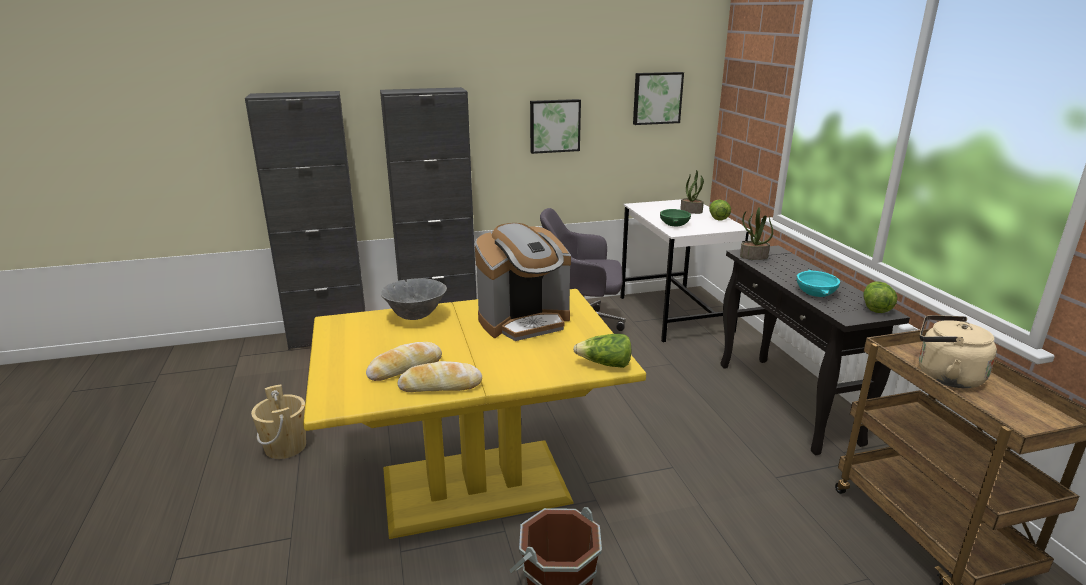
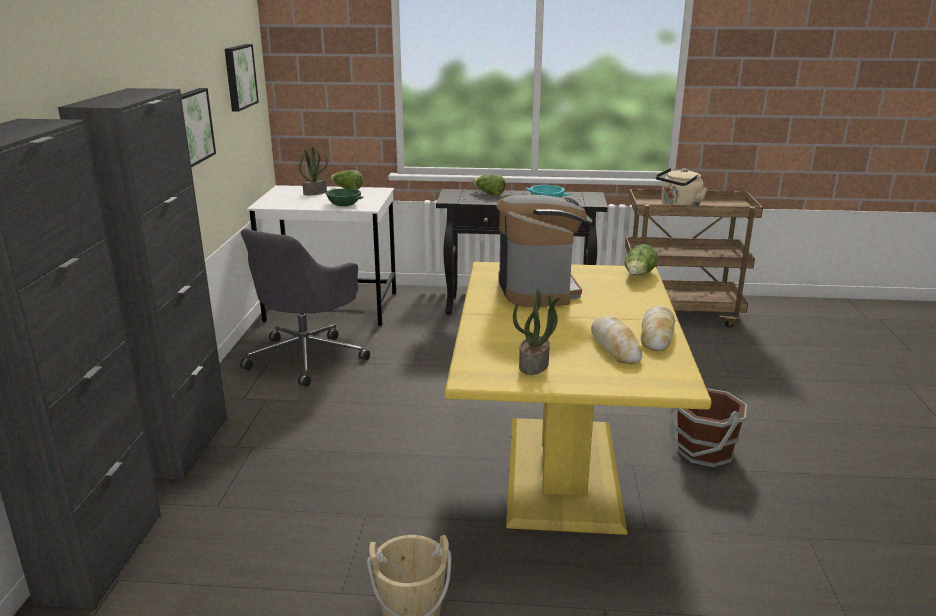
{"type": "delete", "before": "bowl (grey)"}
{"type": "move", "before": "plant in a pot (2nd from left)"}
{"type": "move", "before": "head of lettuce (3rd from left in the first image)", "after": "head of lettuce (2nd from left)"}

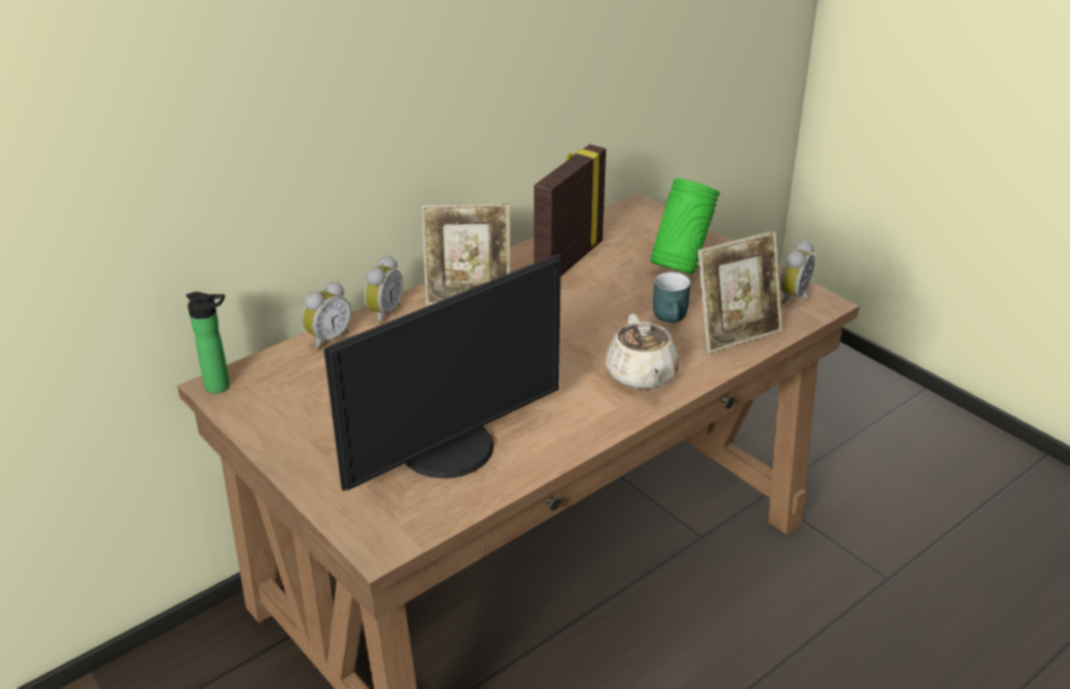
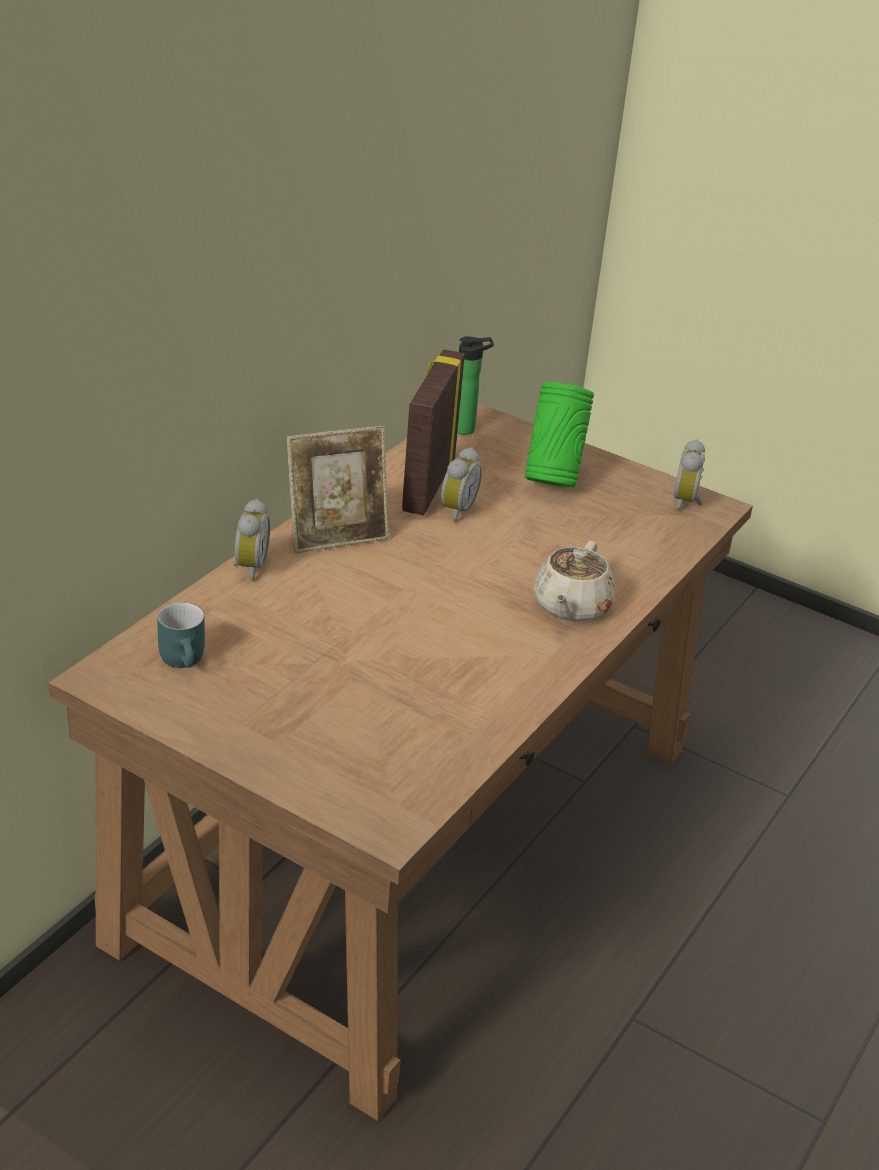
{"type": "move", "before": "bottle"}
{"type": "move", "before": "table clock (1st from left in the first image)", "after": "table clock (2nd from left)"}
{"type": "delete", "before": "computer display"}
{"type": "rotate", "before": "tea pot (beige)", "turn": 45}
{"type": "move", "before": "mug (blue-green)"}
{"type": "delete", "before": "photo frame (3rd from left)"}

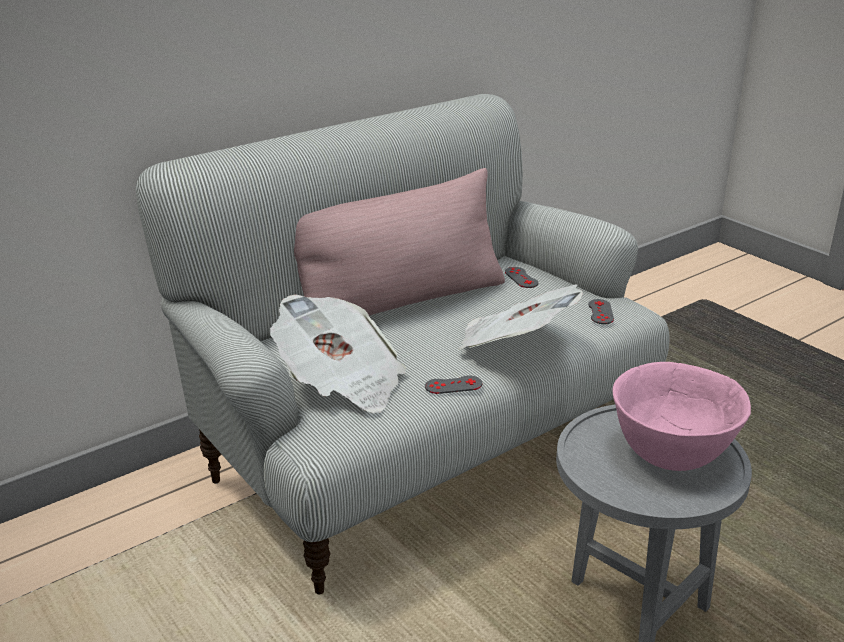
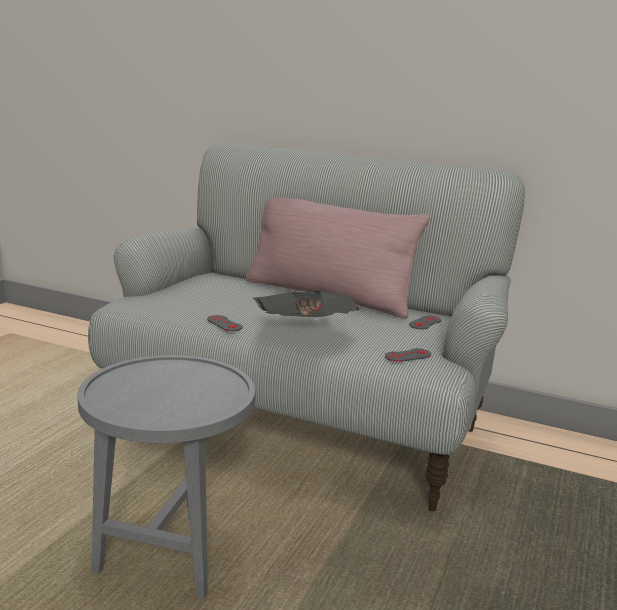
{"type": "delete", "before": "newspaper (1st from left)"}
{"type": "delete", "before": "bowl (pink)"}

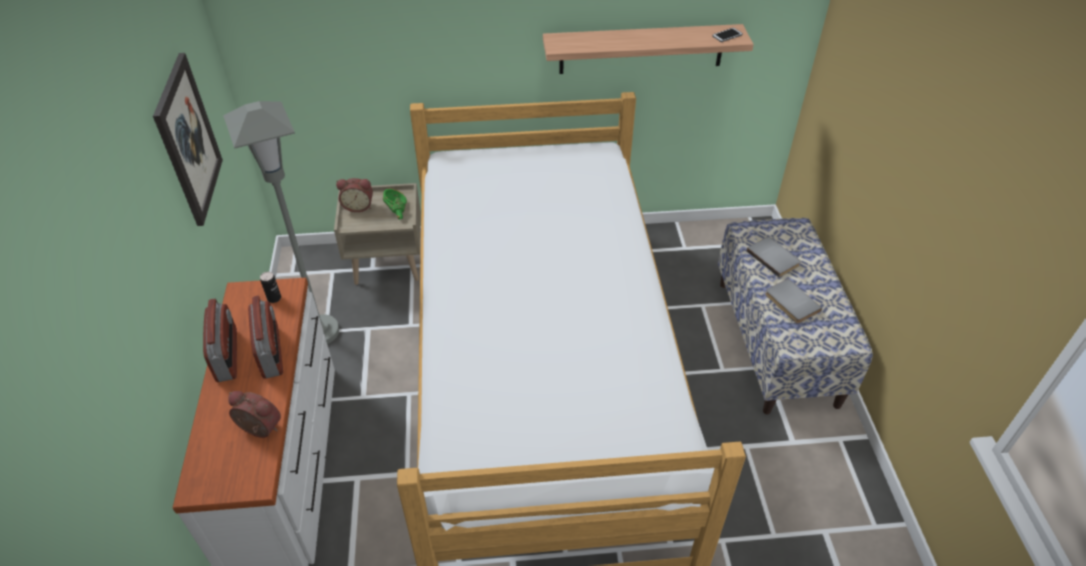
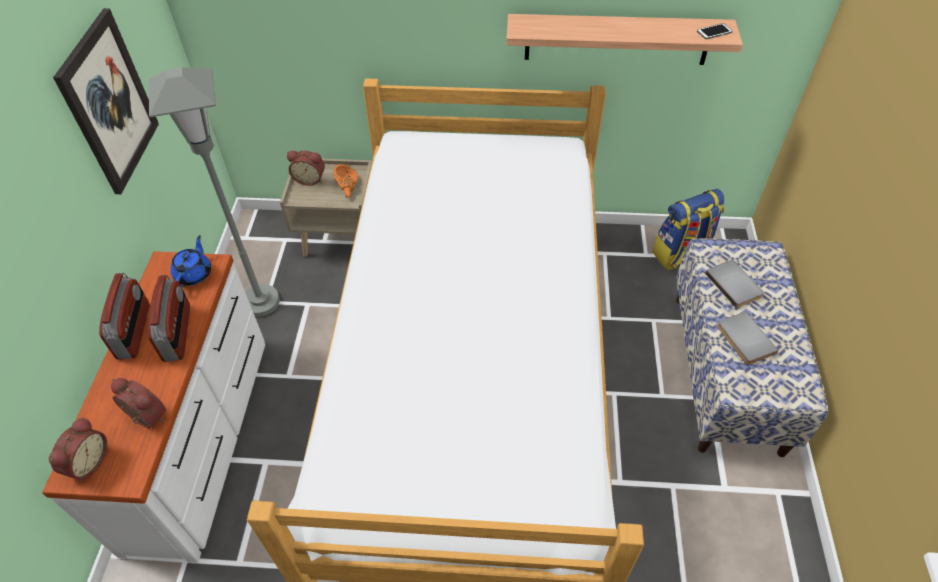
{"type": "replace", "before": "can", "after": "tea pot (bluish)"}
{"type": "recolor", "before": "bowl (greenish)", "after": "bowl (orangey)"}
{"type": "insert", "after": "table clock (1st from left)"}
{"type": "insert", "after": "rucksack"}

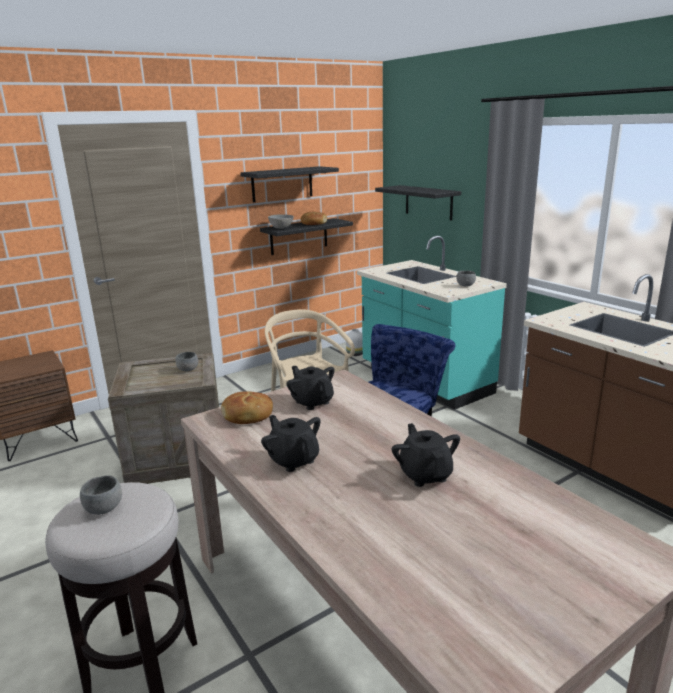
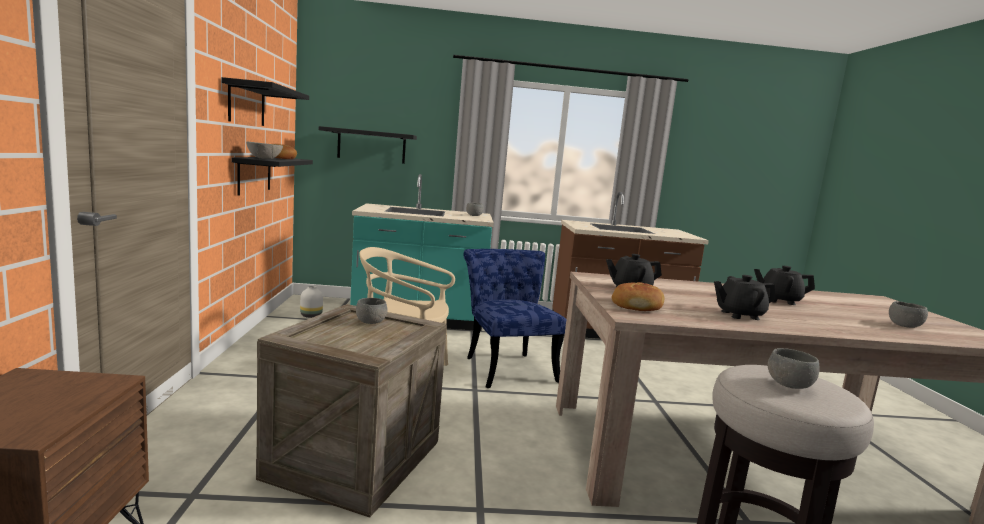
{"type": "insert", "after": "bowl (grey) (5th from left)"}

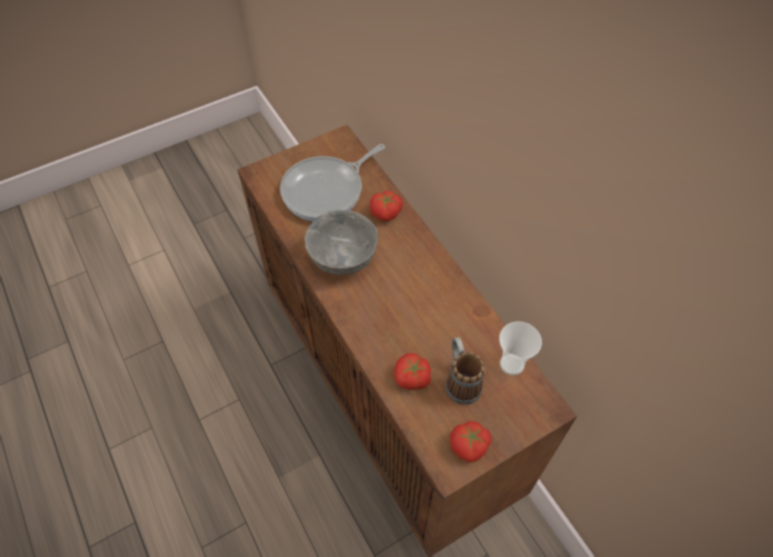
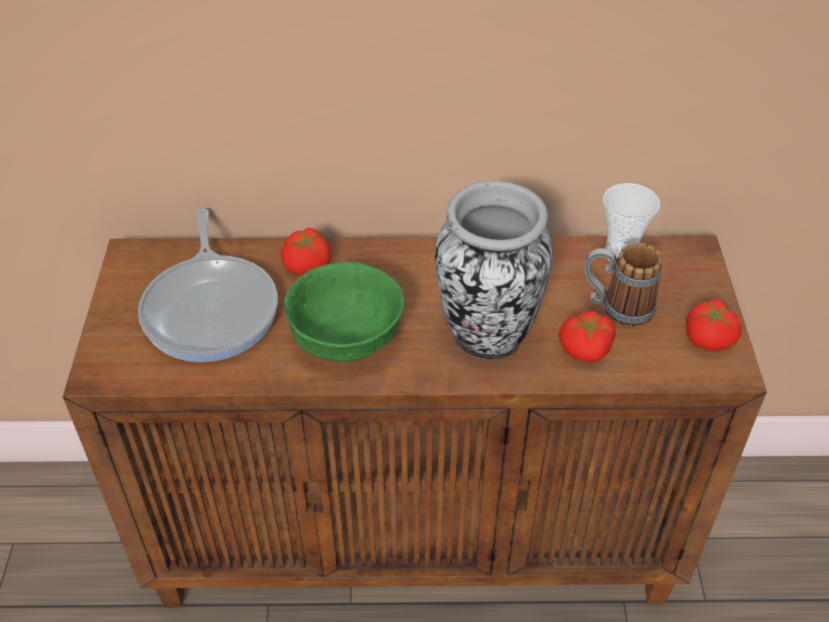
{"type": "recolor", "before": "bowl (grey)", "after": "bowl (greenish)"}
{"type": "insert", "after": "flower vase"}

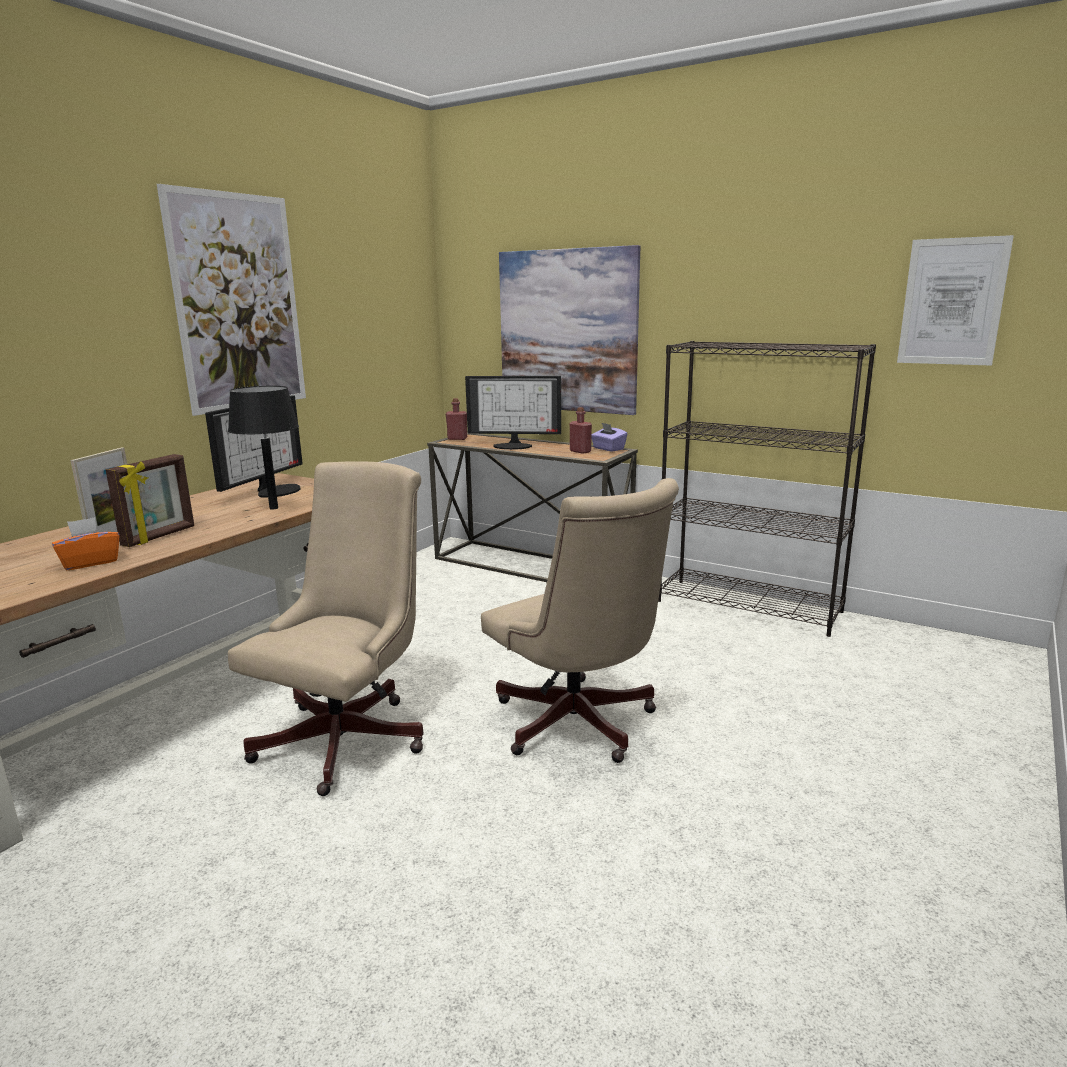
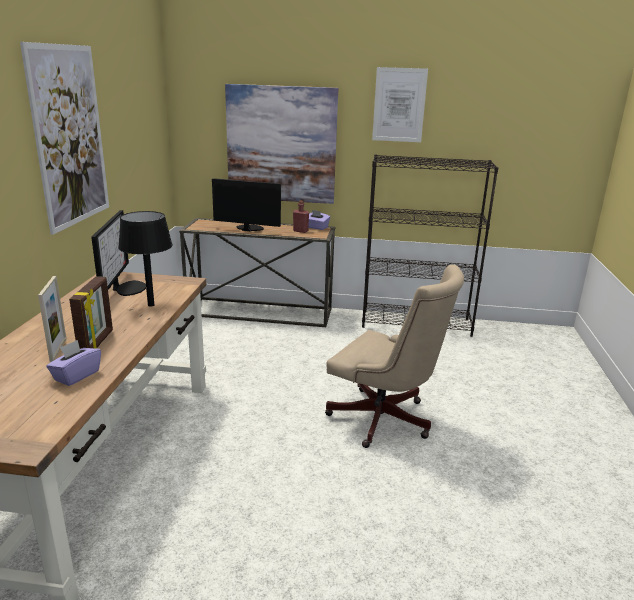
{"type": "recolor", "before": "tissue box (orangey)", "after": "tissue box (purplish) (1st from left)"}
{"type": "delete", "before": "computer chair (beige) (1st from left)"}
{"type": "delete", "before": "bottle (reddish) (1st from left)"}
{"type": "rotate", "before": "computer display (2nd from left)", "turn": -150}
{"type": "move", "before": "wall art (3rd from left)"}

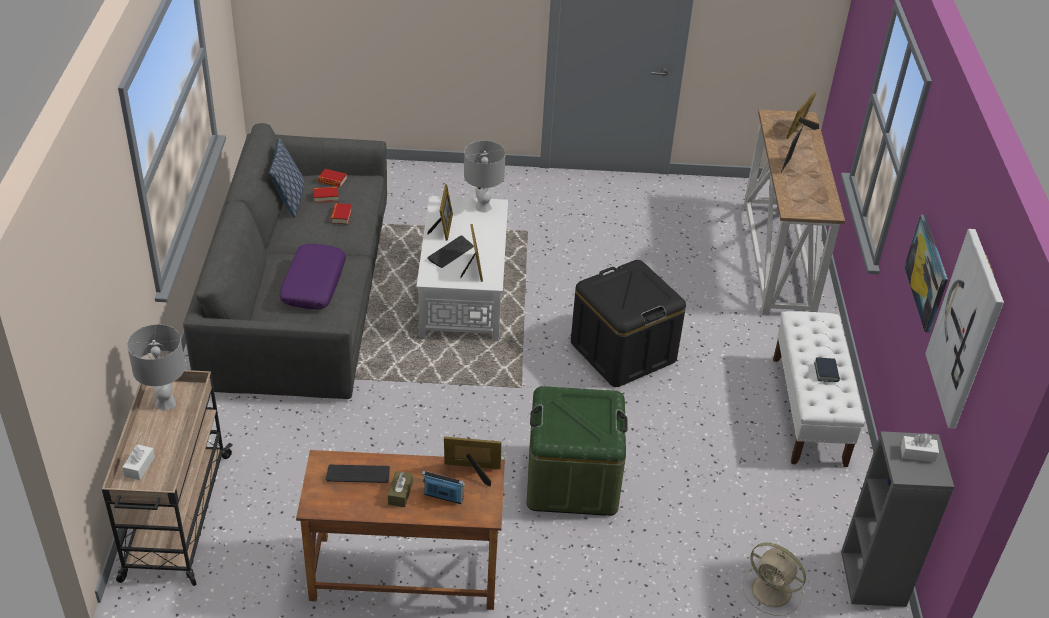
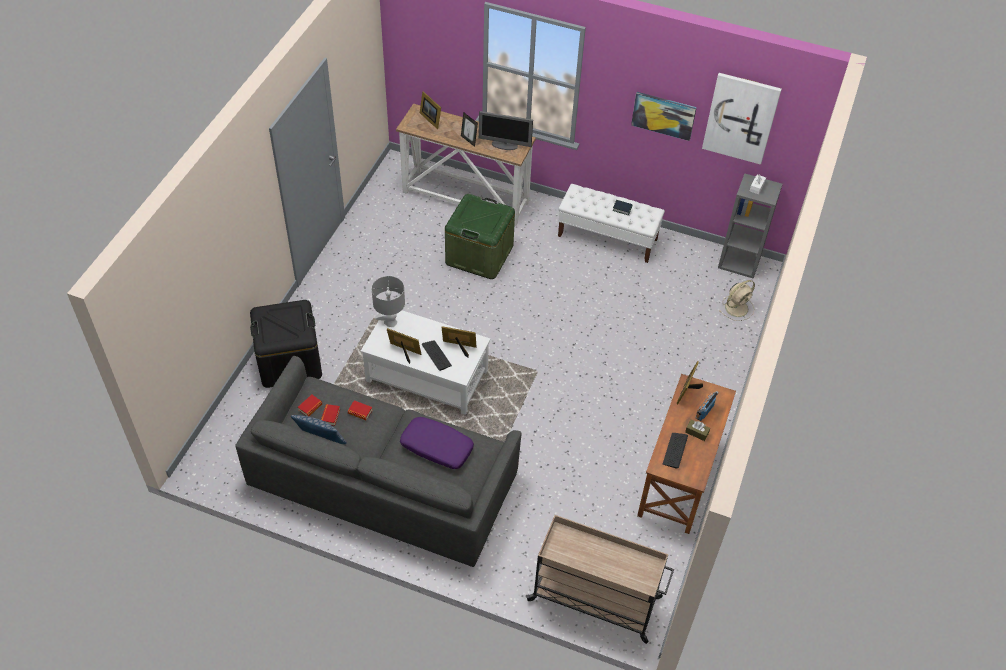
{"type": "delete", "before": "tissue box (whitish) (1st from left)"}
{"type": "delete", "before": "lamp for a table (grey) (1st from left)"}
{"type": "move", "before": "storage box (greenish)"}
{"type": "move", "before": "storage box (black)"}
{"type": "insert", "after": "computer display"}

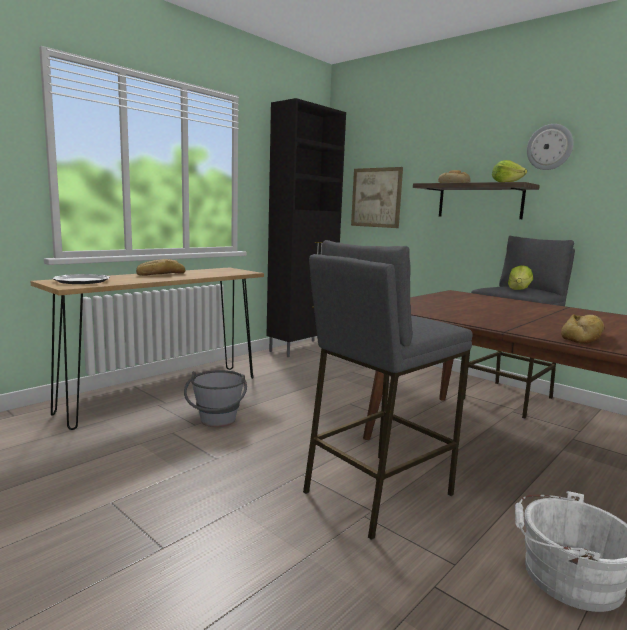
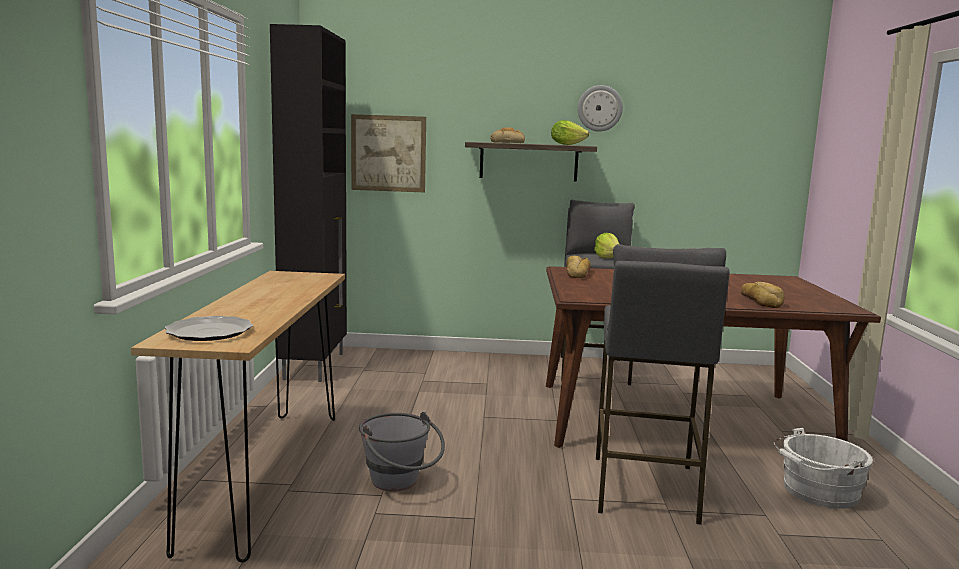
{"type": "move", "before": "baked bread (1st from left in the first image)", "after": "baked bread (2nd from left)"}

